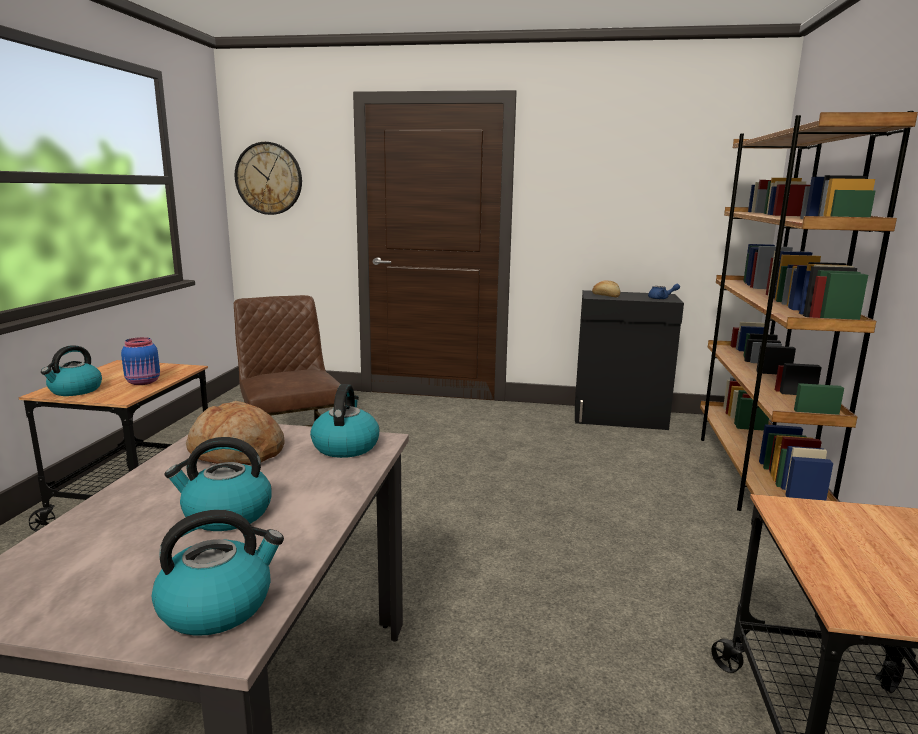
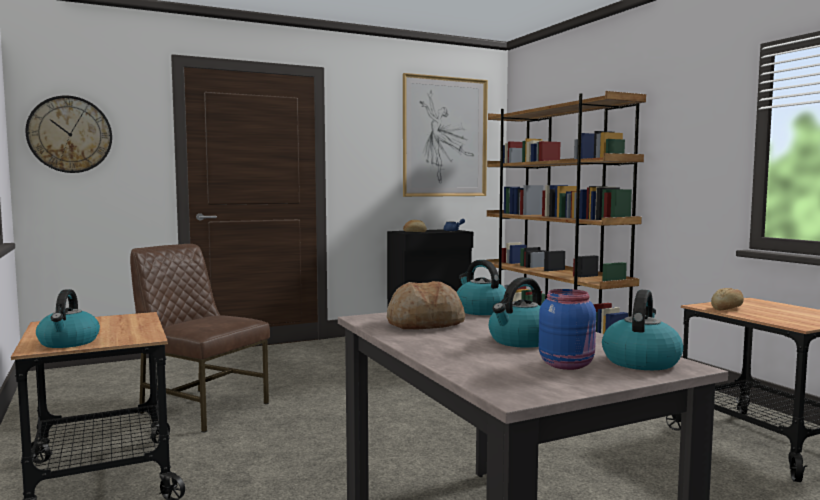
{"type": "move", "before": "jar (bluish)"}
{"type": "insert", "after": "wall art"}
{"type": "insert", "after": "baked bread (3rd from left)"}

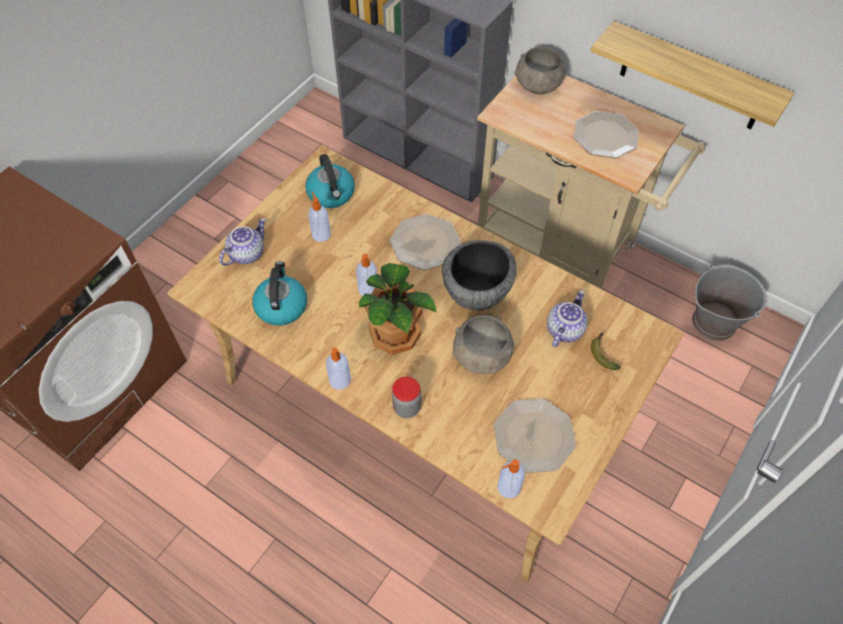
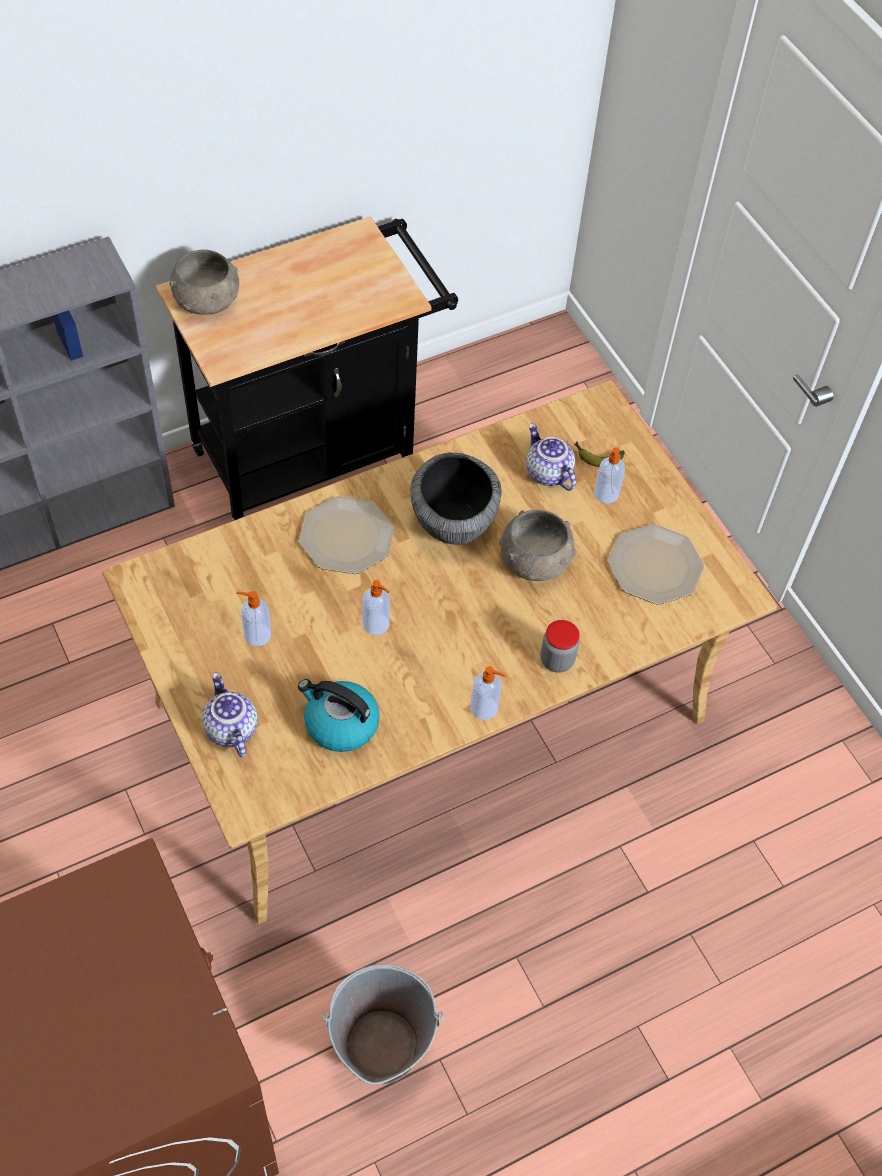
{"type": "delete", "before": "tea kettle (2nd from left)"}
{"type": "delete", "before": "plant in a pot"}
{"type": "recolor", "before": "trolley (beige)", "after": "trolley (black)"}
{"type": "move", "before": "soap dispenser (4th from left)"}
{"type": "delete", "before": "plate (3rd from left)"}
{"type": "delete", "before": "wall shelf"}
{"type": "move", "before": "water bucket (grey)"}

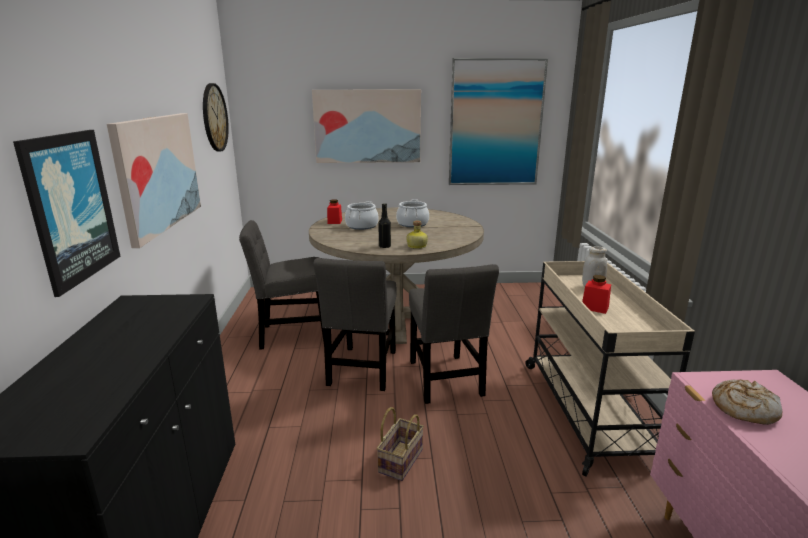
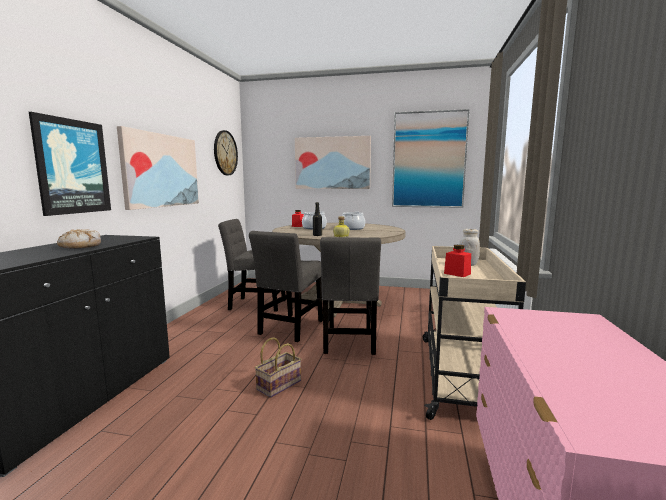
{"type": "move", "before": "baked bread"}

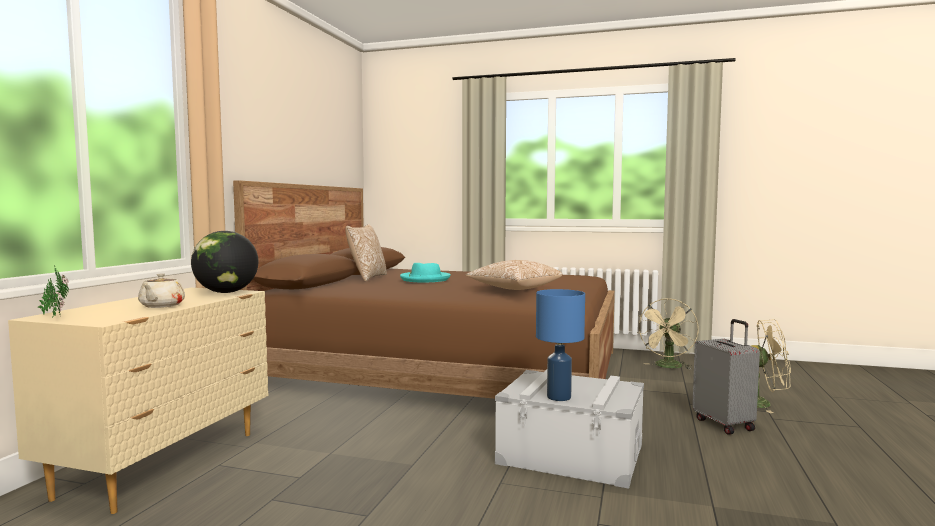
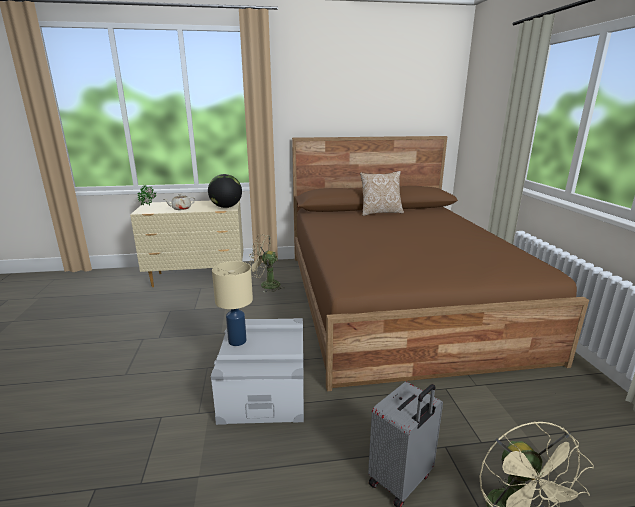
{"type": "delete", "before": "clothing hat (blue-green)"}
{"type": "delete", "before": "pillow (2nd from left)"}
{"type": "recolor", "before": "lamp for a table (bluish)", "after": "lamp for a table (beige)"}
{"type": "move", "before": "electric fan (beige) (1st from left)"}

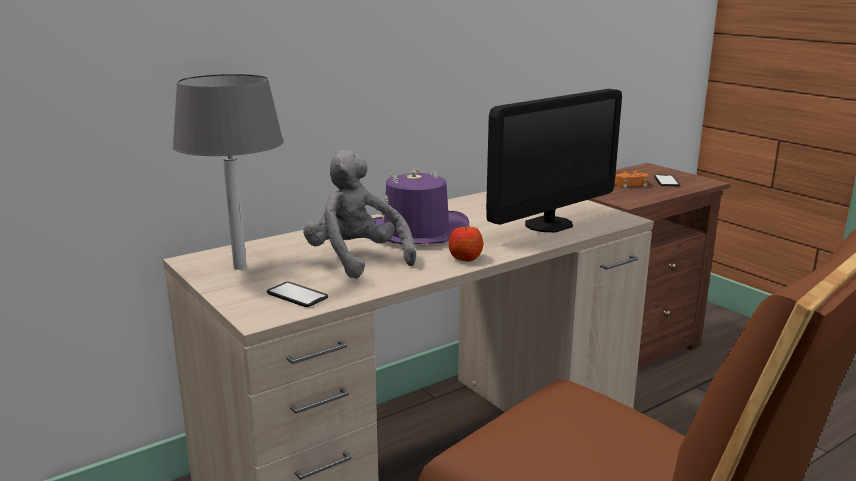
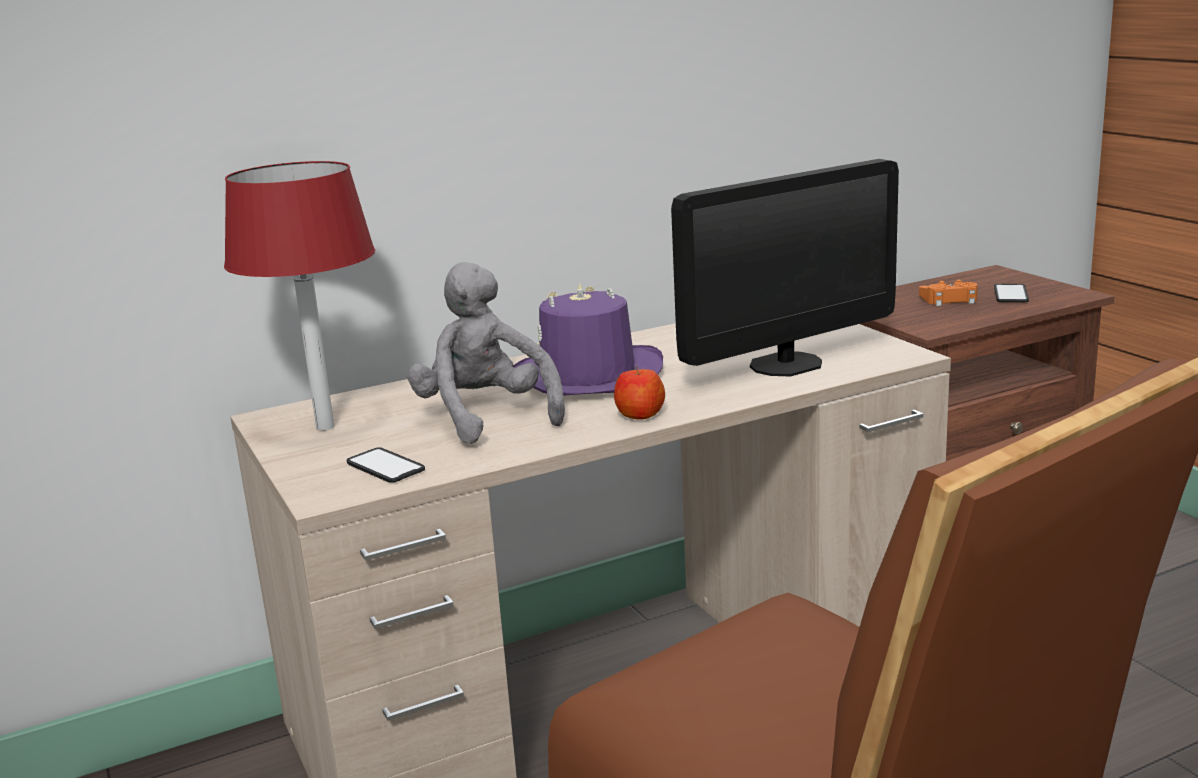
{"type": "recolor", "before": "lamp for a table (grey)", "after": "lamp for a table (reddish)"}

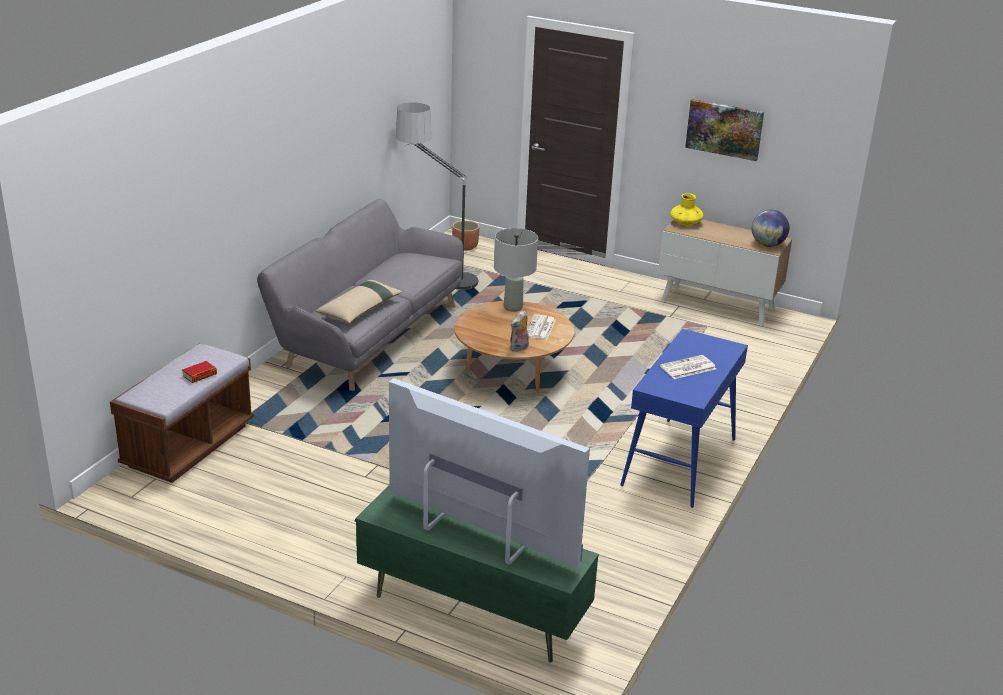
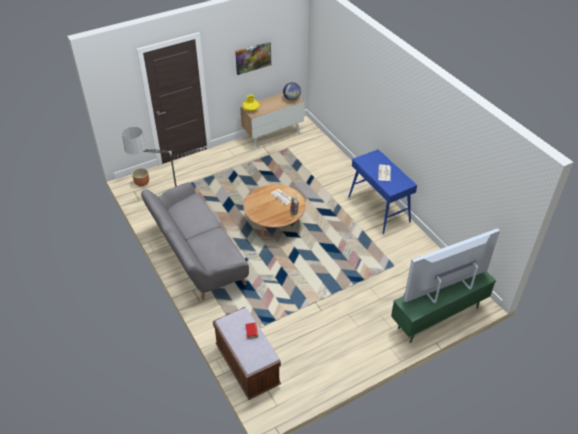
{"type": "delete", "before": "pillow (beige)"}
{"type": "delete", "before": "lamp for a table (grey)"}

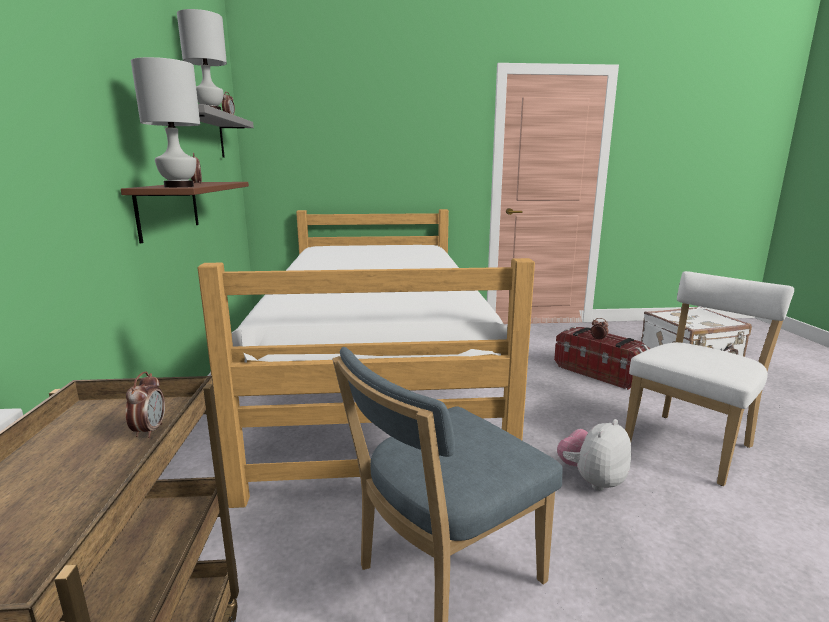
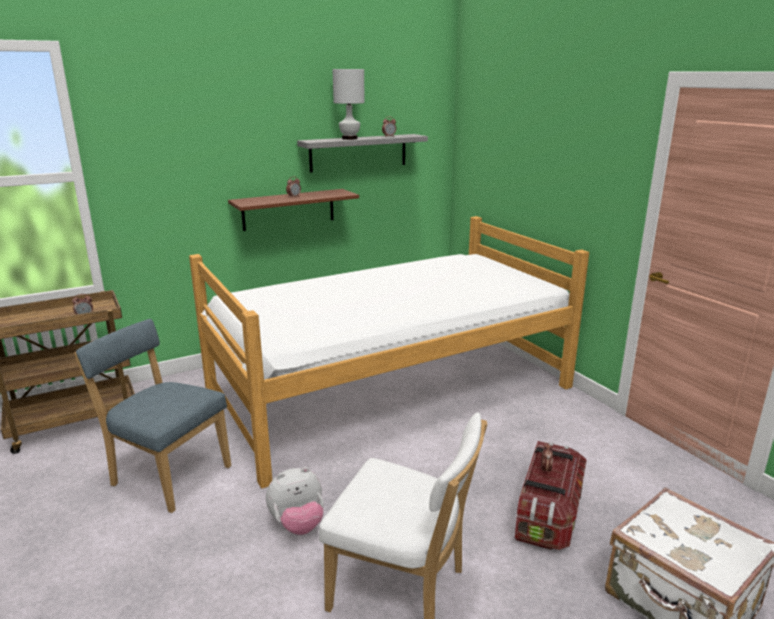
{"type": "delete", "before": "lamp for a table (whitish) (1st from left)"}
{"type": "rotate", "before": "soft toy", "turn": 135}

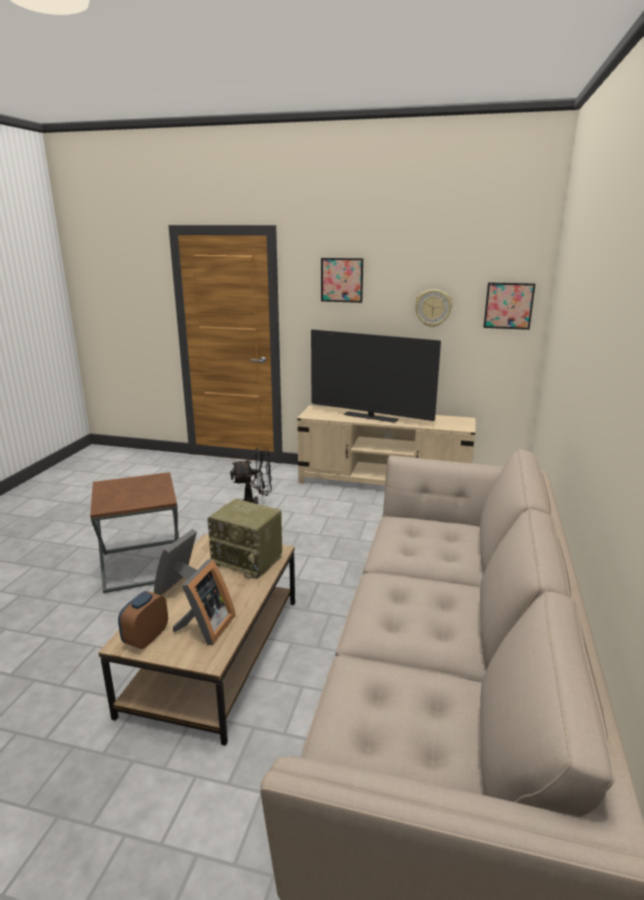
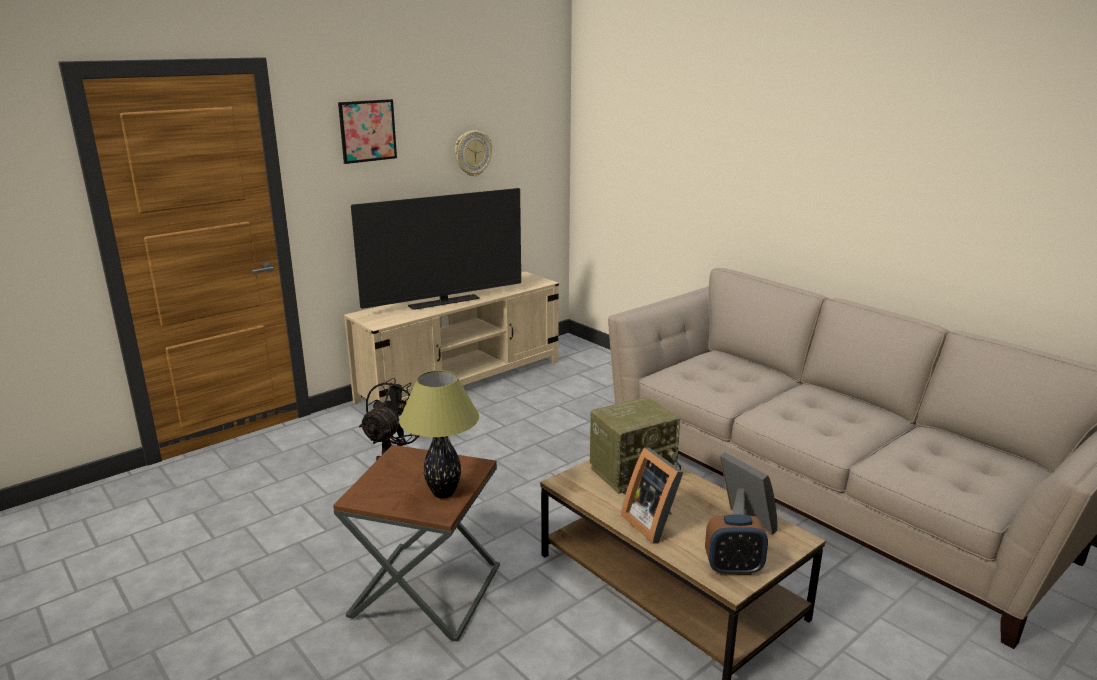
{"type": "rotate", "before": "table clock", "turn": -60}
{"type": "delete", "before": "wall art (2nd from left)"}
{"type": "insert", "after": "lamp for a table"}

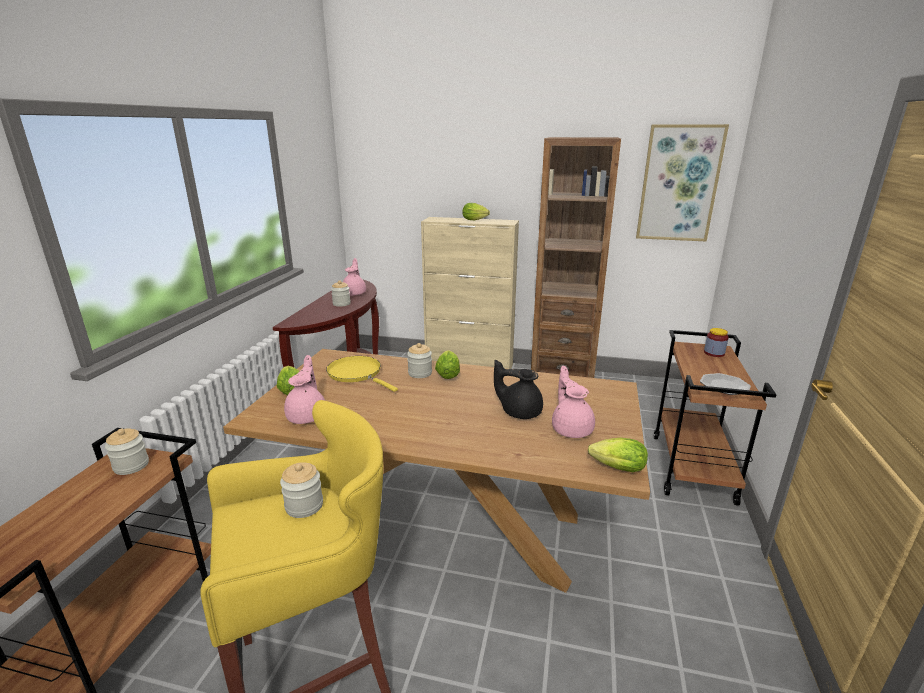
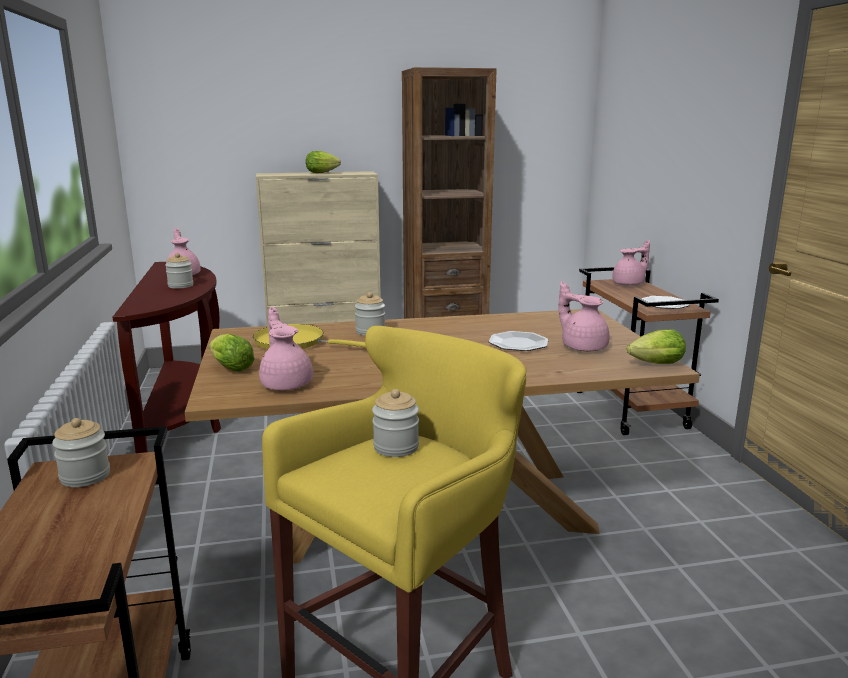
{"type": "delete", "before": "head of lettuce (2nd from left)"}
{"type": "replace", "before": "tea pot (black)", "after": "plate (1st from left)"}
{"type": "delete", "before": "wall art"}
{"type": "replace", "before": "jar (5th from left)", "after": "tea pot (pink) (4th from left)"}

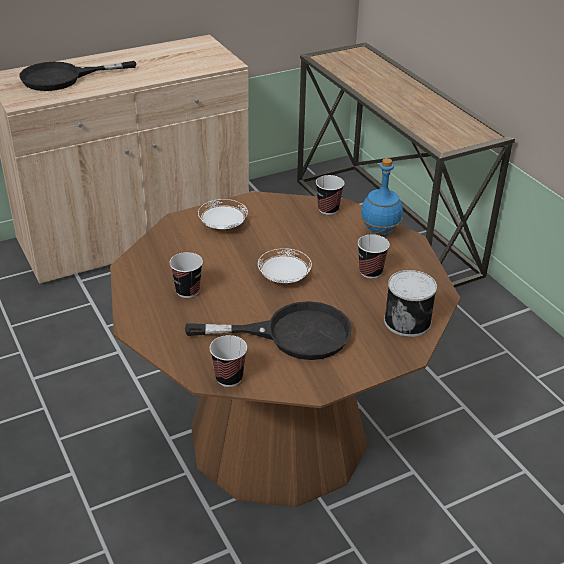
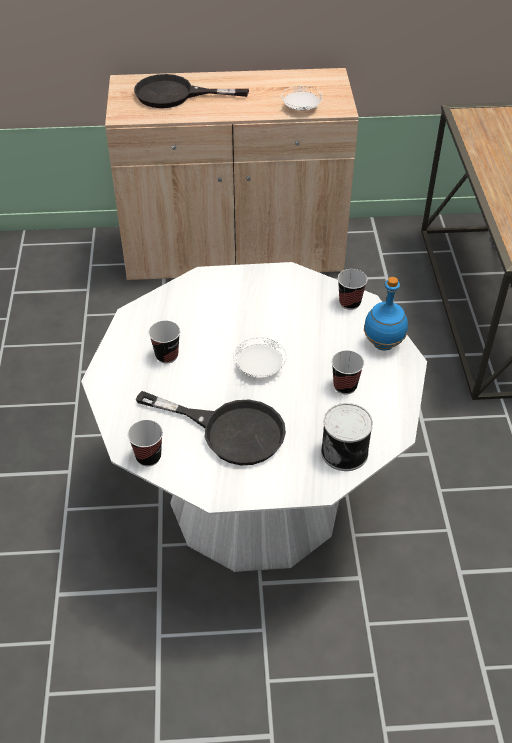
{"type": "recolor", "before": "dinner table (brown-coloured)", "after": "dinner table (whitish)"}
{"type": "move", "before": "plate (whitish) (1st from left in the first image)", "after": "plate (whitish) (2nd from left)"}

